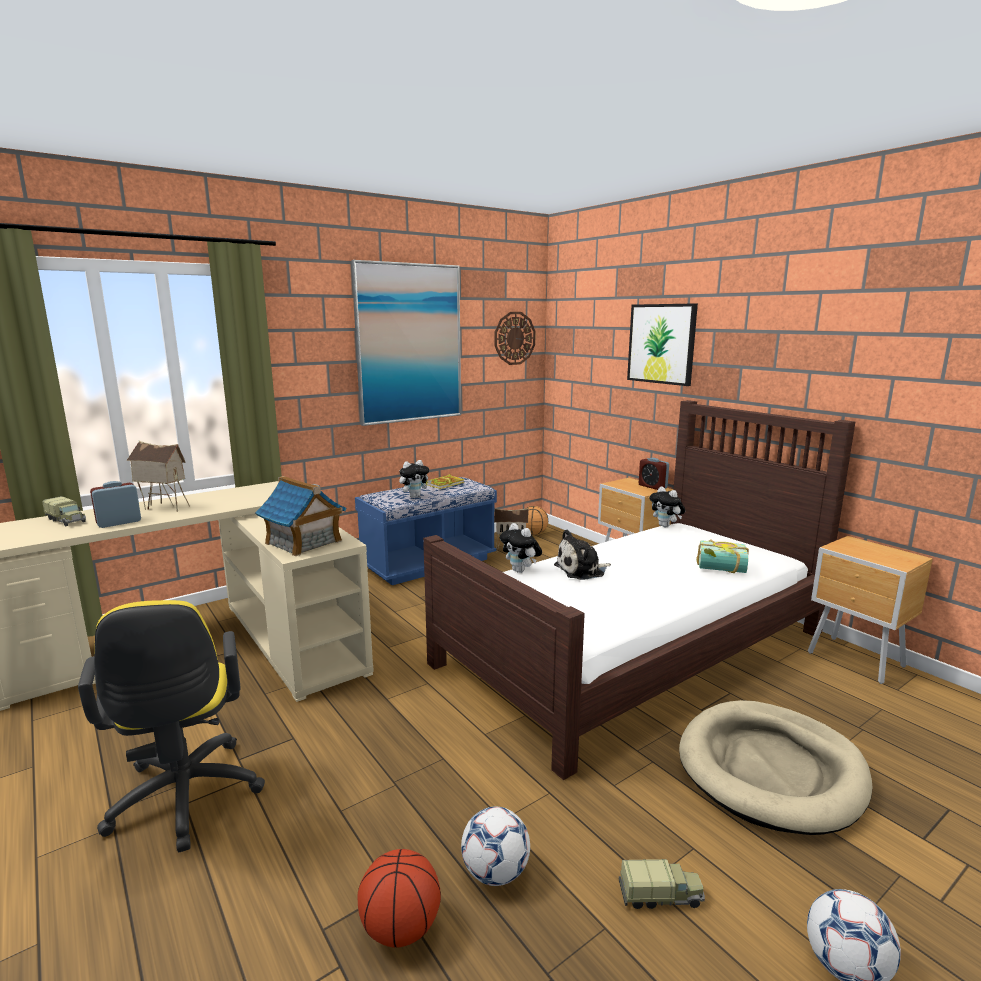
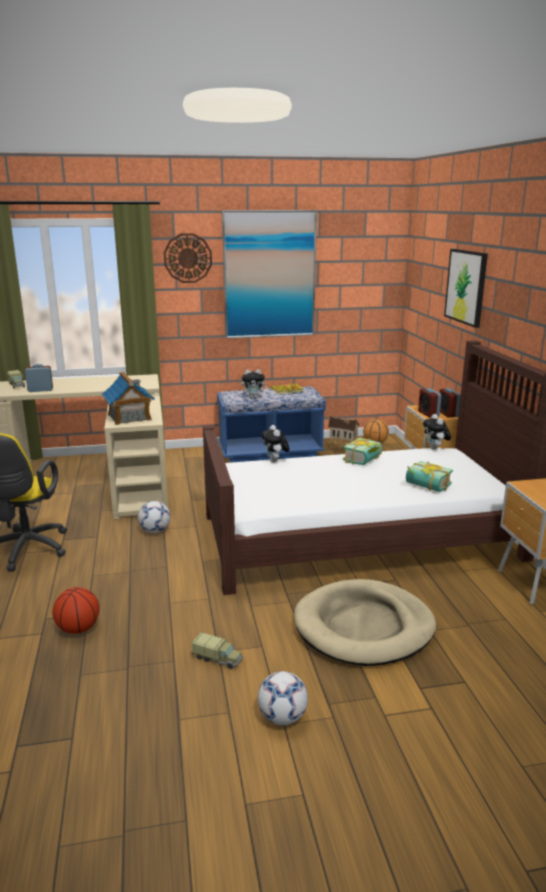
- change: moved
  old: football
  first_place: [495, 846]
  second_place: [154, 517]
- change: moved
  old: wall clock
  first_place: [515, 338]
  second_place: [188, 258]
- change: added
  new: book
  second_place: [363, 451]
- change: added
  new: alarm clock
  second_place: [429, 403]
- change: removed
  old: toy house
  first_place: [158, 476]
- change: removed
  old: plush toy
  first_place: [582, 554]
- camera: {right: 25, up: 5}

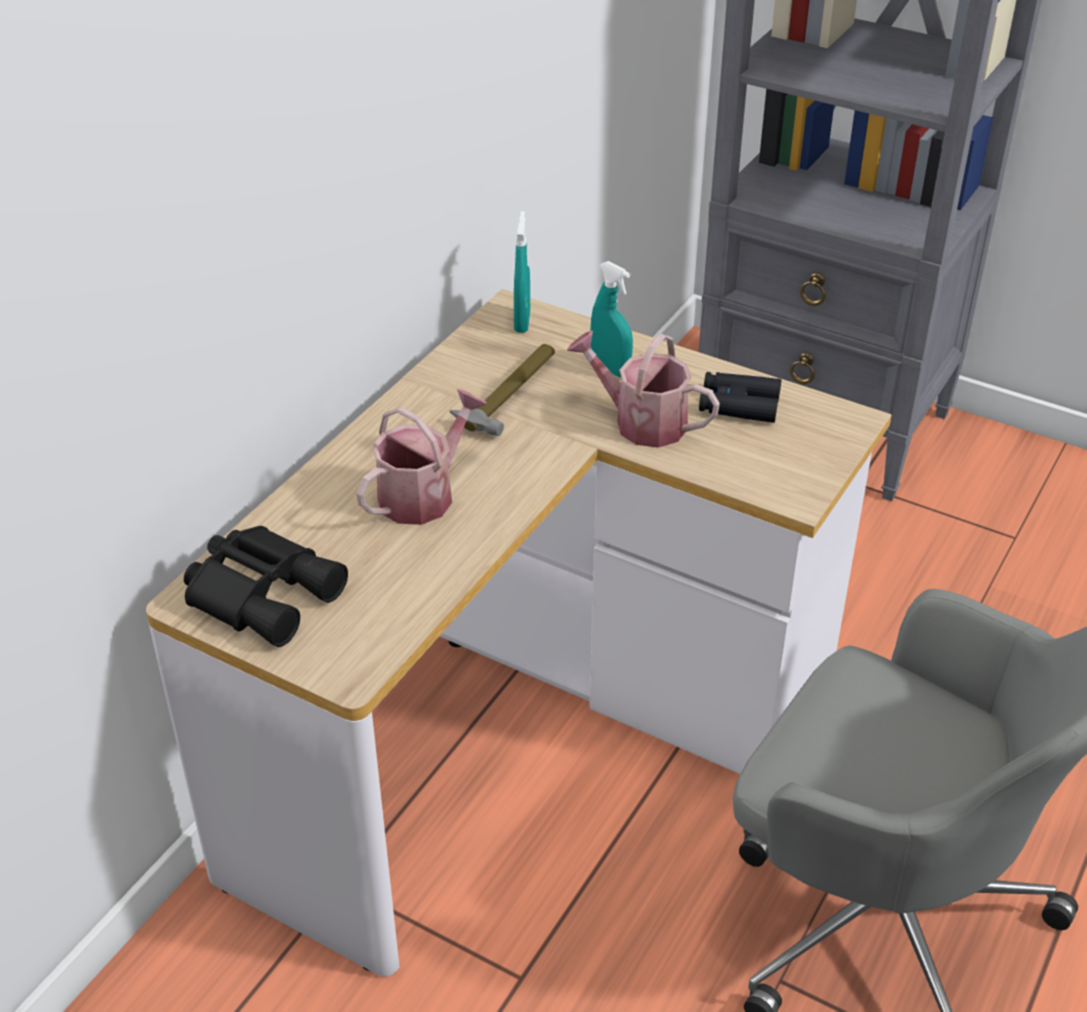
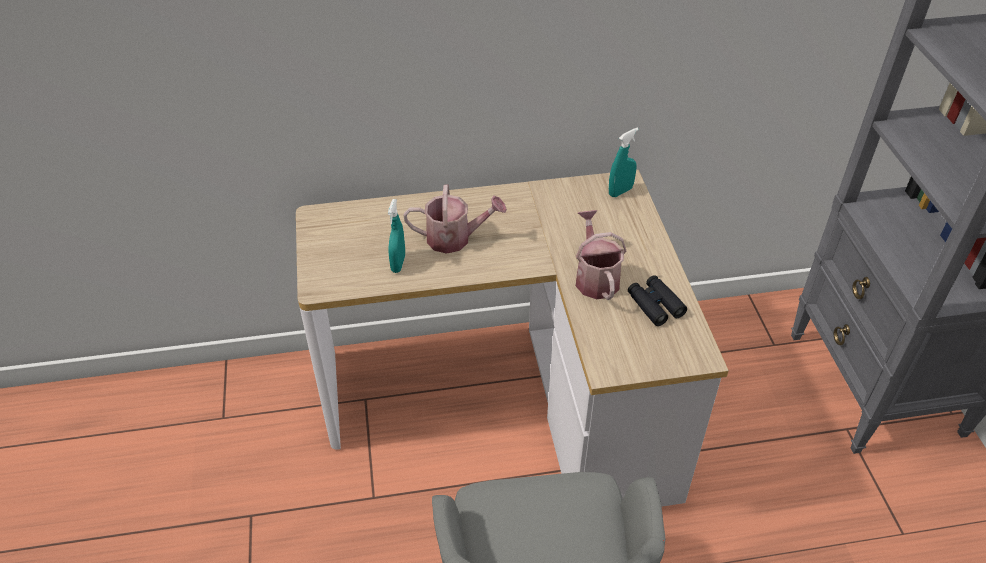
- change: moved
  old: turquoise spray bottle
  first_place: [611, 319]
  second_place: [396, 236]
- change: removed
  old: black binoculars
  first_place: [266, 586]
- change: removed
  old: hammer
  first_place: [502, 390]
- camera: {right: 50, up: 5}

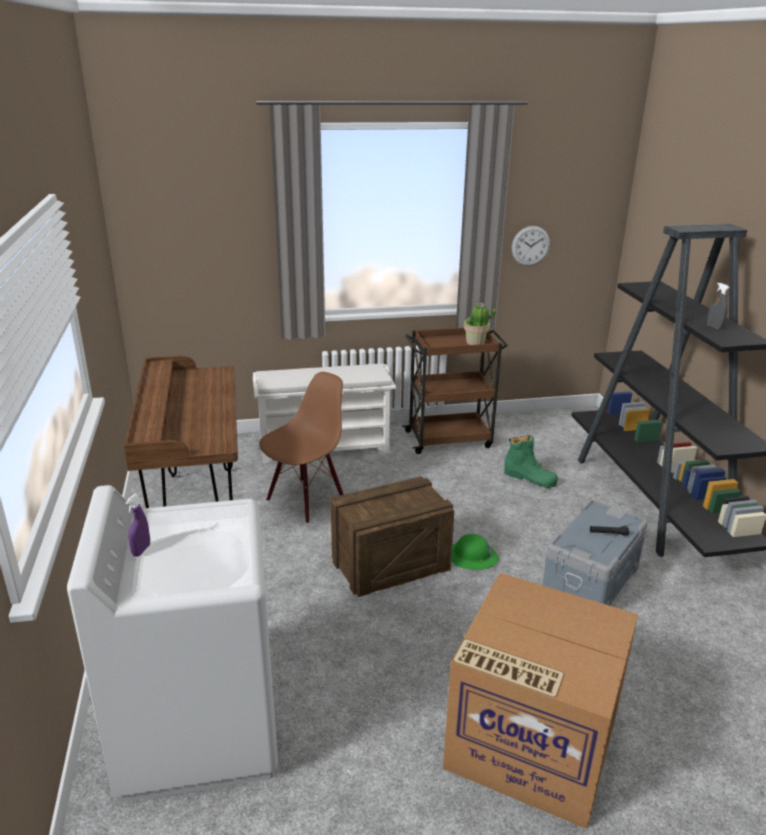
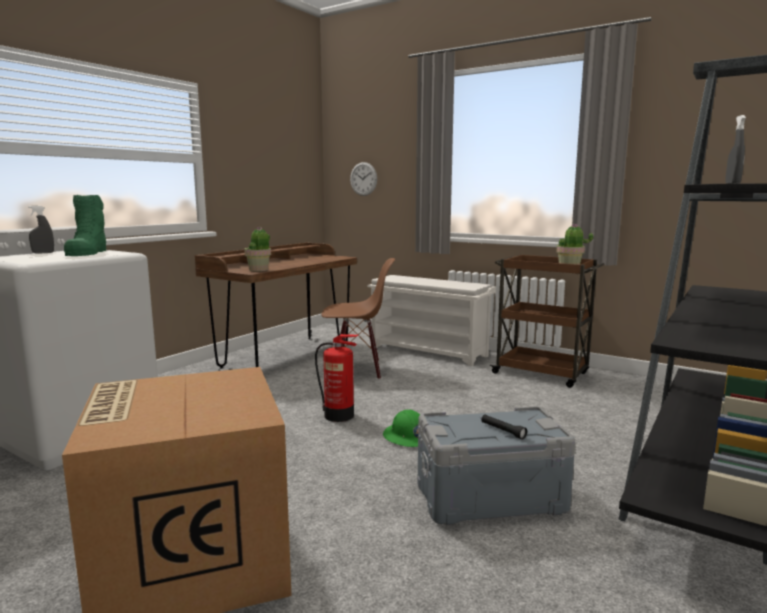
- change: recoloured
  old: purple spray bottle
  new: grey spray bottle
  first_place: [138, 525]
  second_place: [41, 229]
- change: moved
  old: green boot
  first_place: [531, 461]
  second_place: [85, 225]
- change: added
  new: potted plant
  second_place: [257, 249]
- change: replaced
  old: crate
  new: fire extinguisher
  first_place: [392, 536]
  second_place: [336, 378]
- change: moved
  old: wall clock
  first_place: [530, 246]
  second_place: [363, 179]
- camera: {right: 45, up: -15}

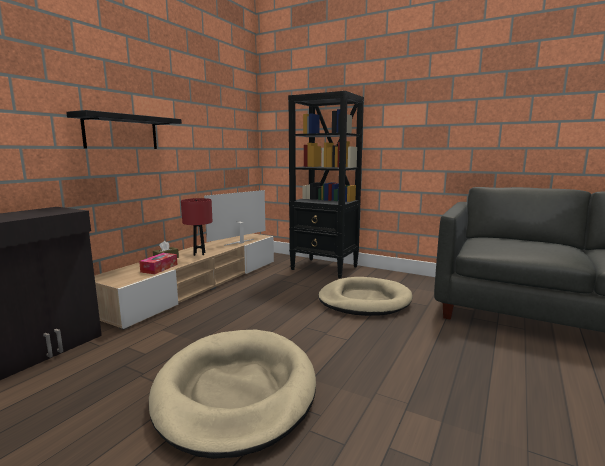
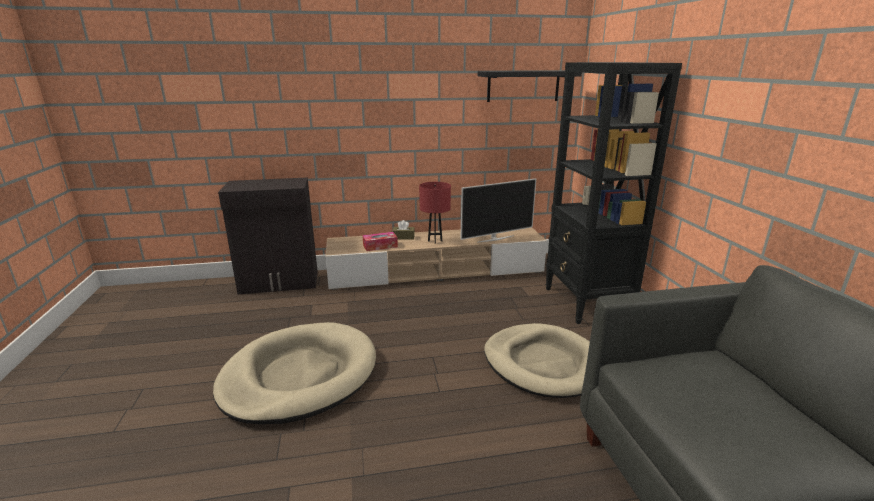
- change: turned
  old: television
  first_place: [234, 218]
  second_place: [498, 210]
  degrees: 150
- change: moved
  old: black shelf
  first_place: [124, 129]
  second_place: [530, 86]
- camera: {right: 50, up: 10}

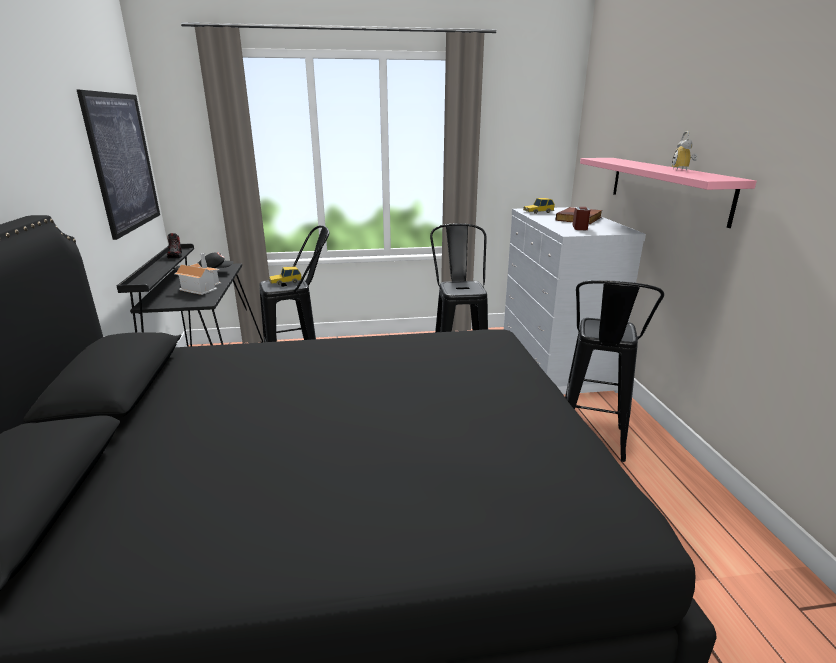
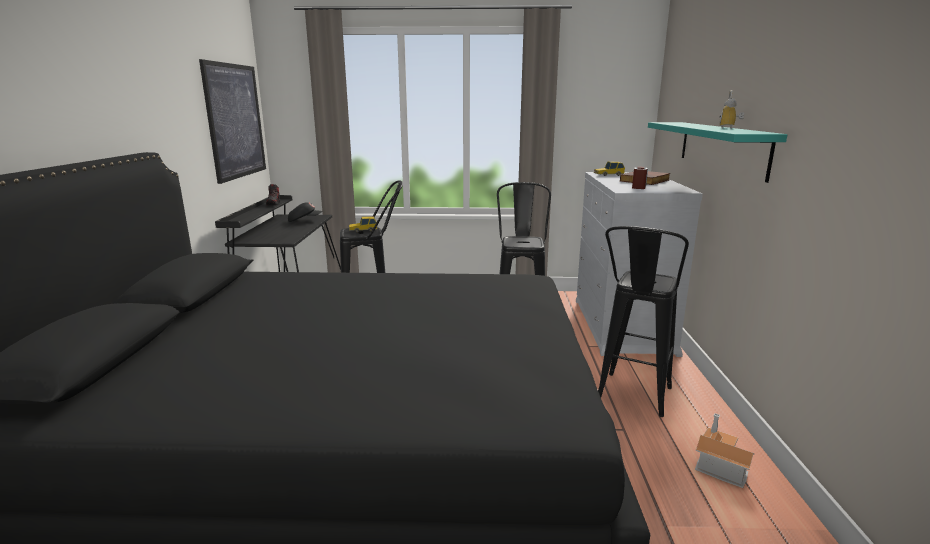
- change: recoloured
  old: pink shelf
  new: turquoise shelf
  first_place: [668, 193]
  second_place: [717, 152]
- change: moved
  old: toy house
  first_place: [197, 274]
  second_place: [724, 450]
- camera: {right: 10, up: -5}

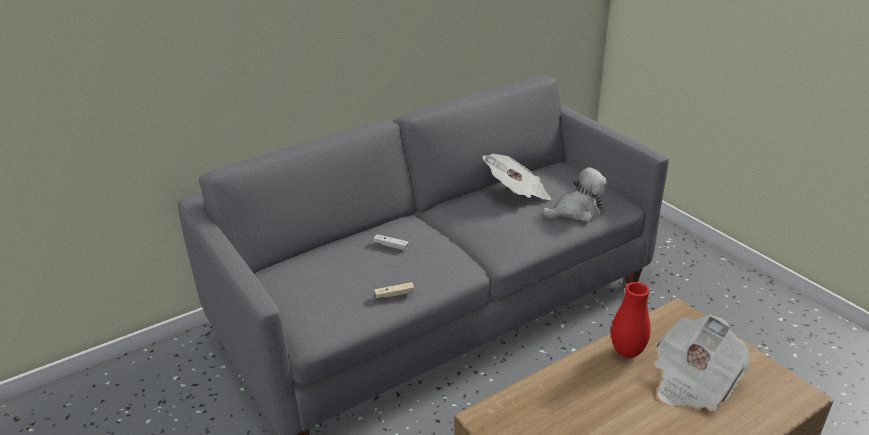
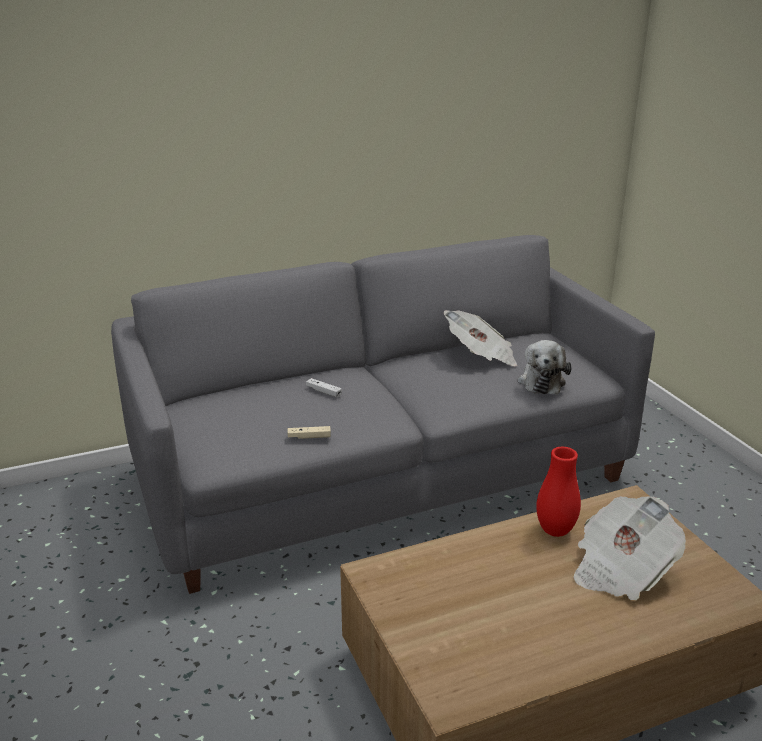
- change: turned
  old: plush toy
  first_place: [575, 194]
  second_place: [545, 367]
  degrees: 105
- camera: {right: 10, up: -5}

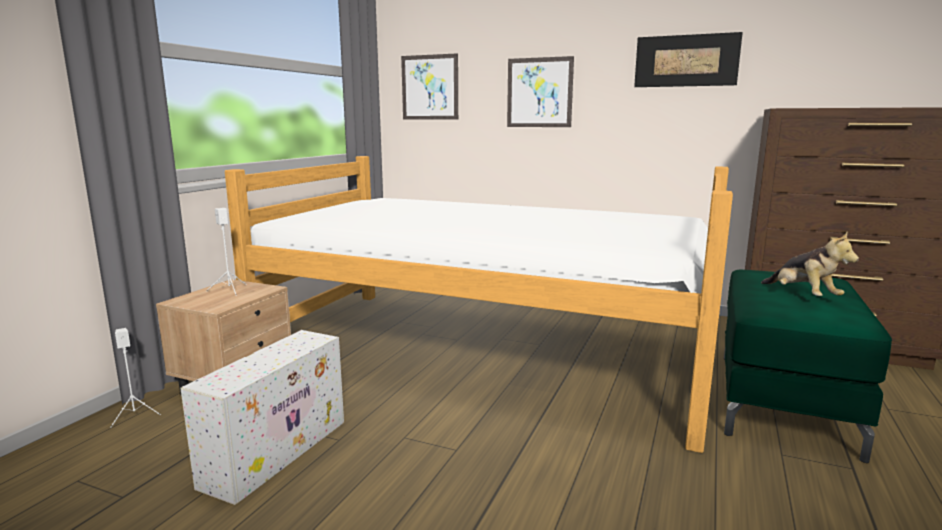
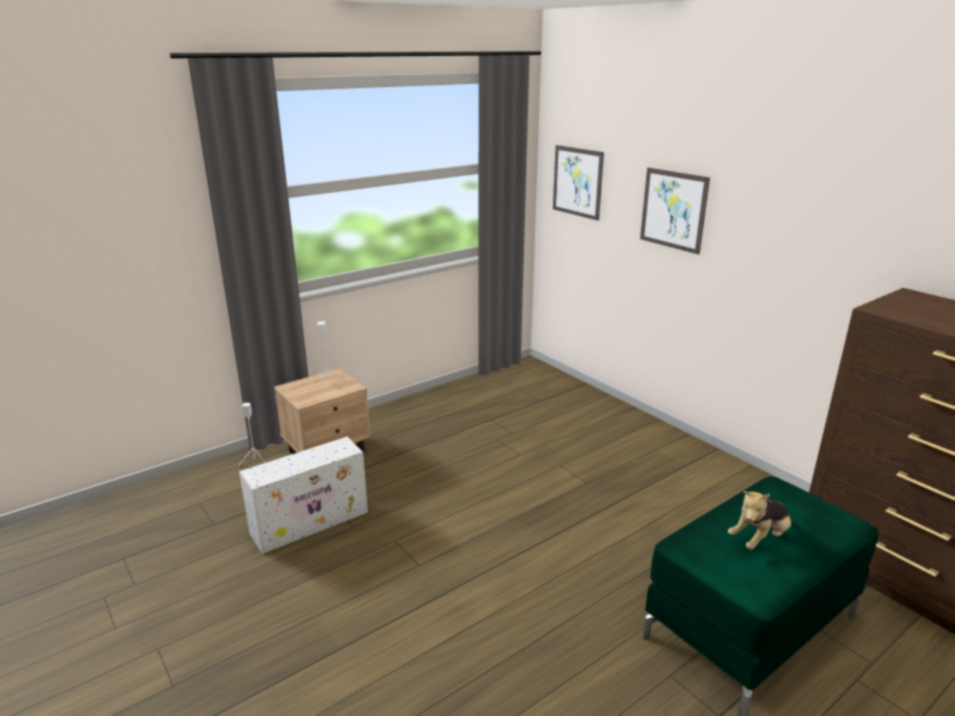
- change: turned
  old: plush toy
  first_place: [810, 264]
  second_place: [759, 520]
  degrees: 45
- change: removed
  old: bed
  first_place: [479, 304]
- change: removed
  old: picture
  first_place: [688, 59]
- camera: {right: 30, up: 10}

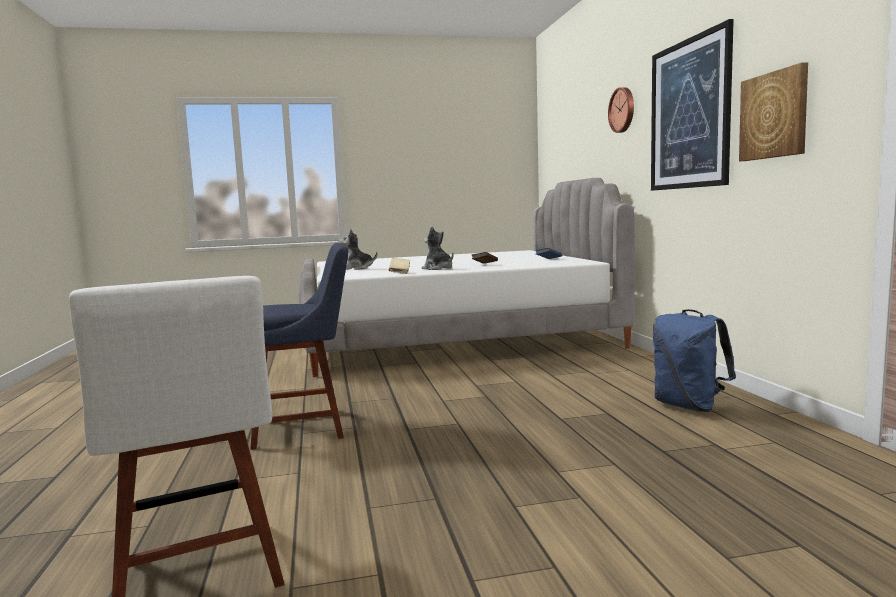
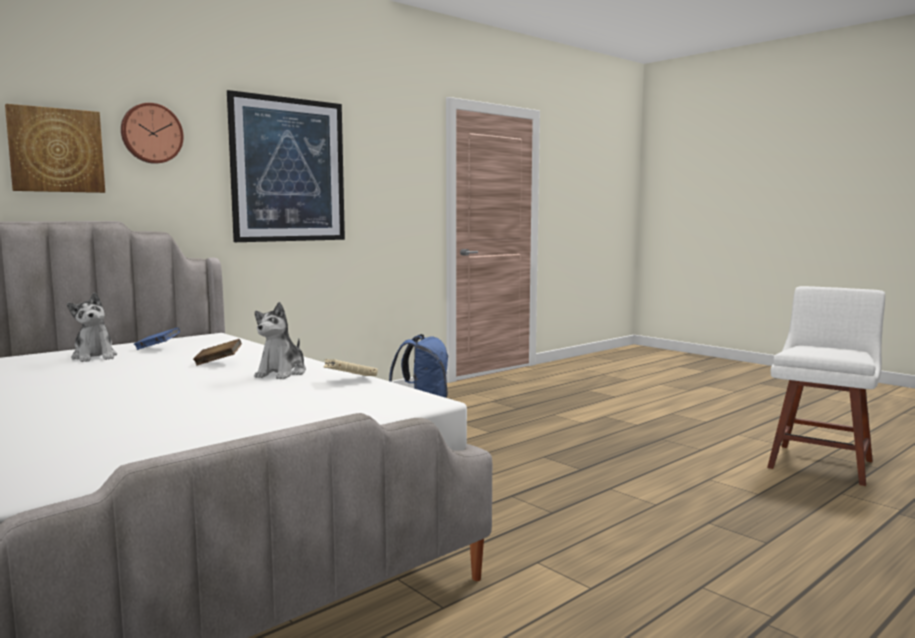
- change: moved
  old: picture
  first_place: [773, 111]
  second_place: [55, 148]
- change: moved
  old: plush toy
  first_place: [357, 249]
  second_place: [92, 327]
- change: removed
  old: blue chair
  first_place: [299, 346]
- camera: {right: -120, up: 0}

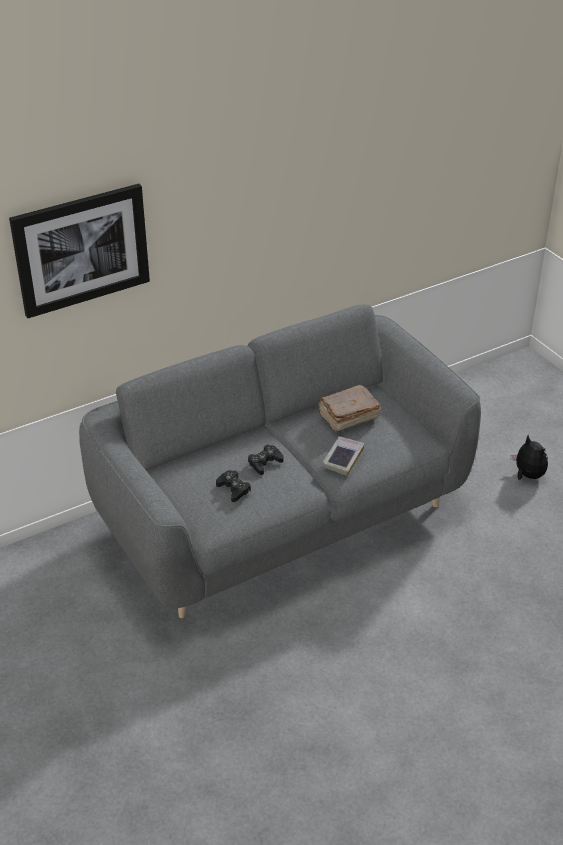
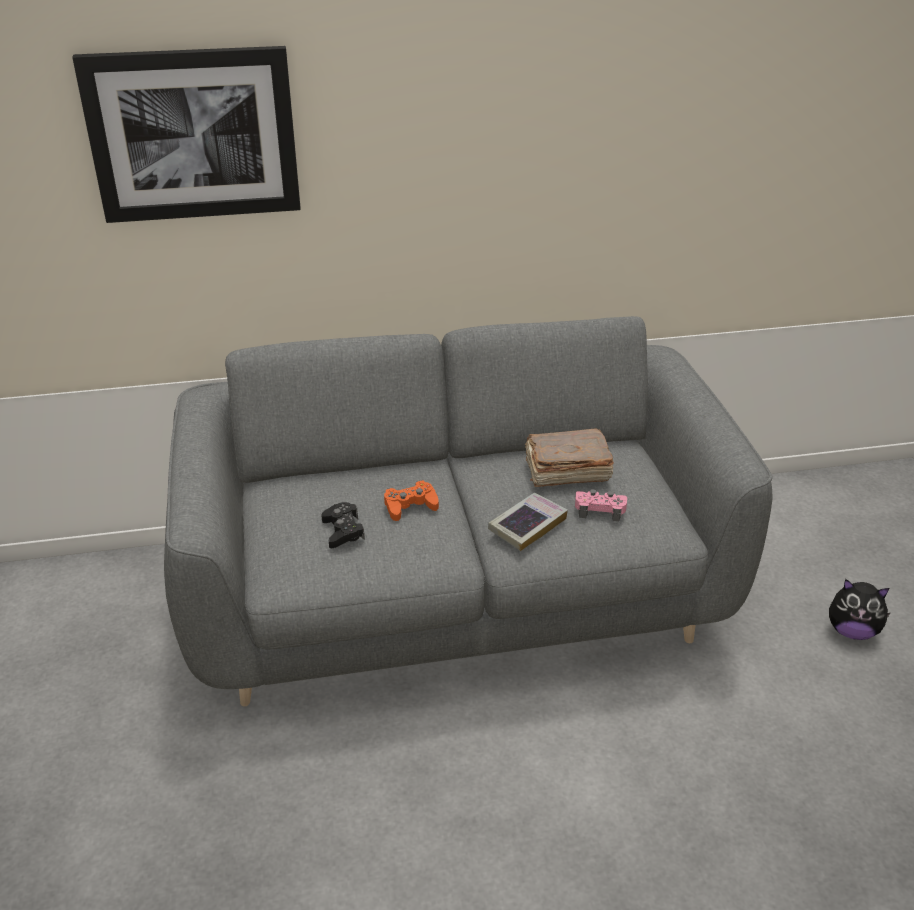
- change: recoloured
  old: black game controller
  new: orange game controller
  first_place: [265, 460]
  second_place: [411, 500]
- change: added
  new: pink game controller
  second_place: [601, 505]
- change: turned
  old: plush toy
  first_place: [529, 457]
  second_place: [860, 609]
  degrees: 120
- camera: {right: 20, up: -5}

